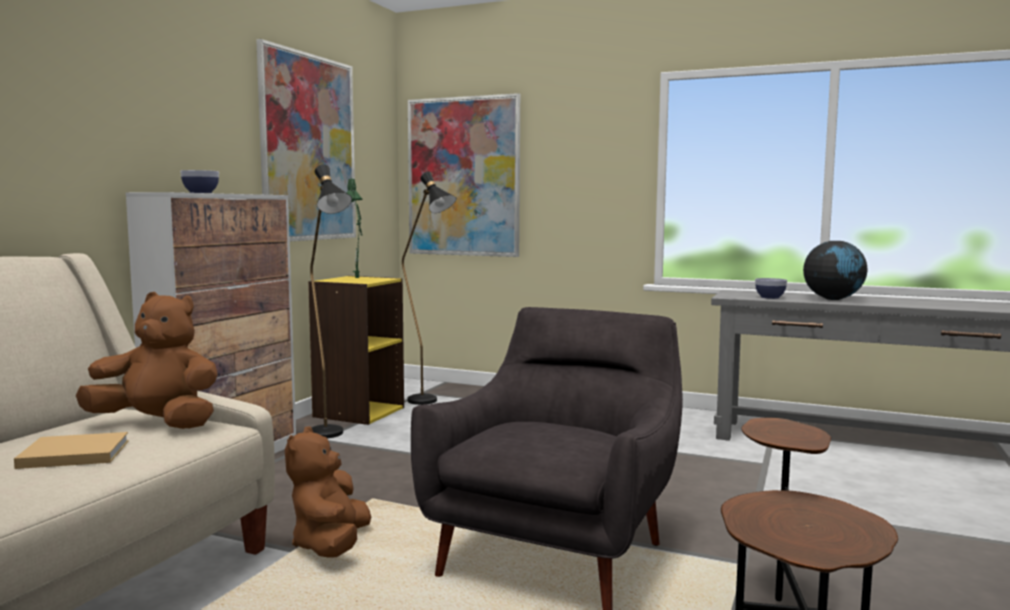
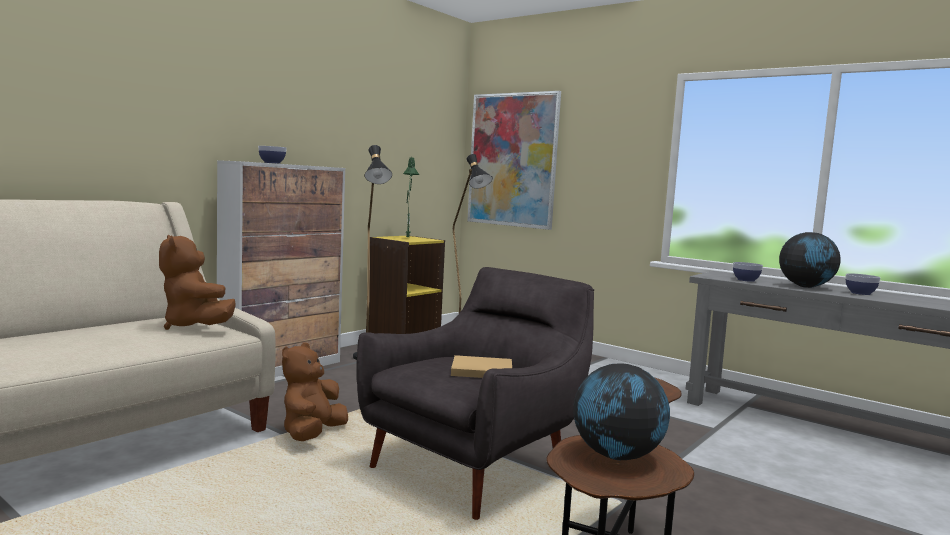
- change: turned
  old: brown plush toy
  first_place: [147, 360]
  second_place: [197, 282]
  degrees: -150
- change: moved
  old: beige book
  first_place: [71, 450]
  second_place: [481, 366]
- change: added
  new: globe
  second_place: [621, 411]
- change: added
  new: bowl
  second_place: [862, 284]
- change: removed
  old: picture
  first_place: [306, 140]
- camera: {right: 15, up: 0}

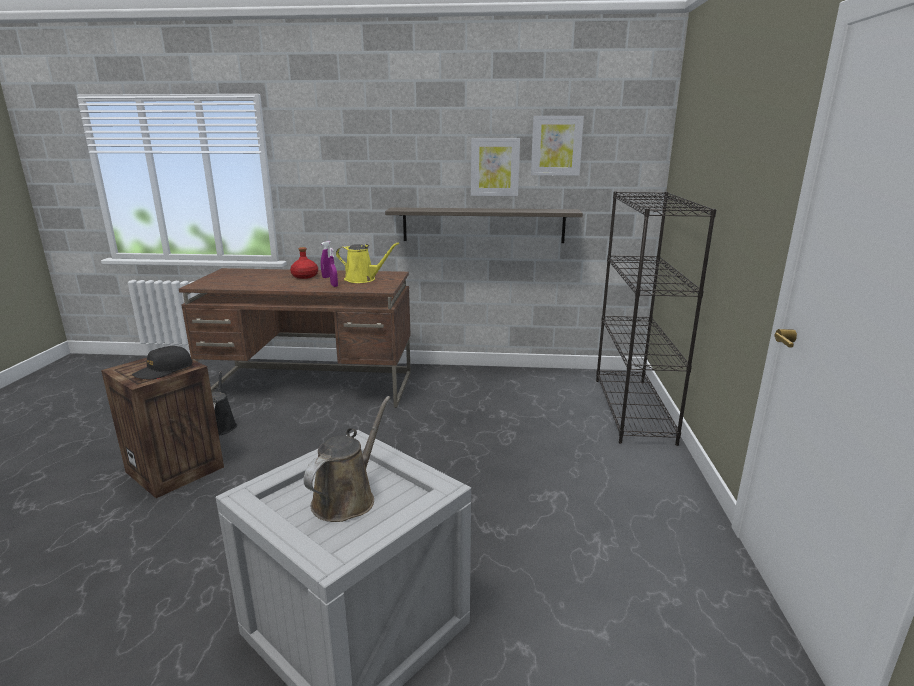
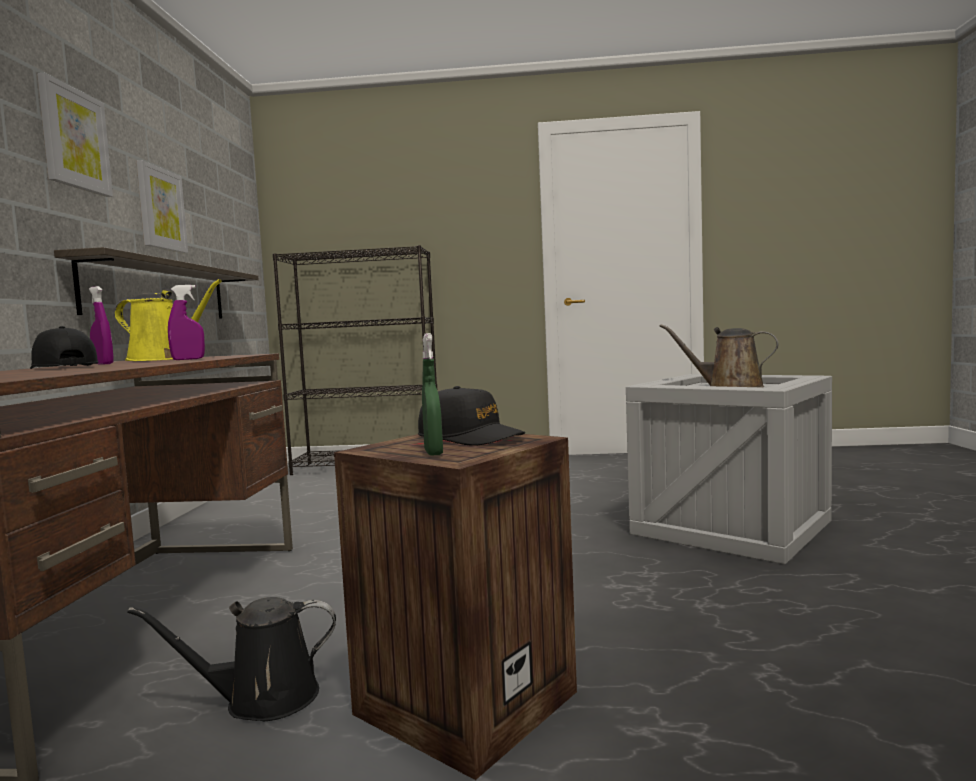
- change: replaced
  old: red bottle
  new: black cap
  first_place: [304, 263]
  second_place: [64, 347]
- change: moved
  old: picture
  first_place: [557, 146]
  second_place: [75, 135]
- change: turned
  old: yellow watering can
  first_place: [367, 263]
  second_place: [168, 320]
  degrees: 90
- change: added
  new: green spray bottle
  second_place: [432, 394]
- camera: {right: -90, up: -15}

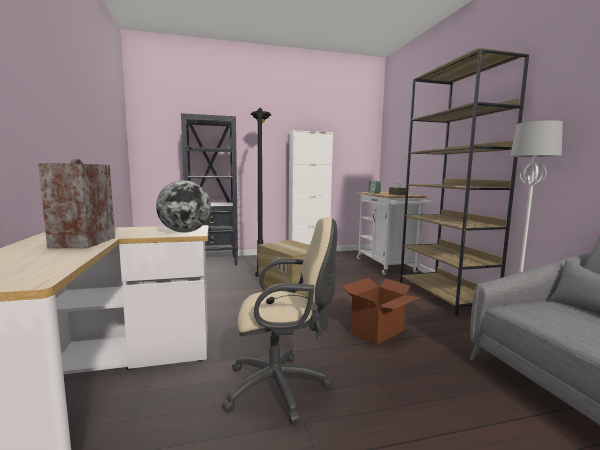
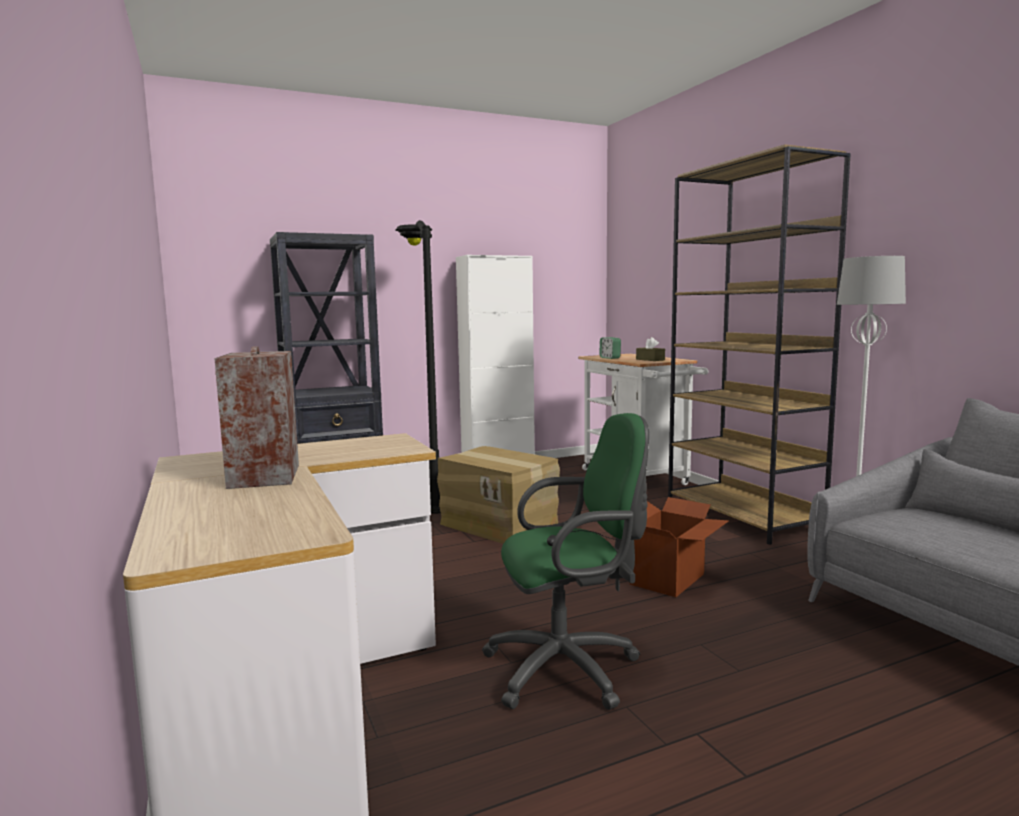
- change: recoloured
  old: beige office chair
  new: green office chair
  first_place: [279, 320]
  second_place: [565, 561]
- change: removed
  old: globe
  first_place: [183, 206]
- camera: {right: -10, up: 0}

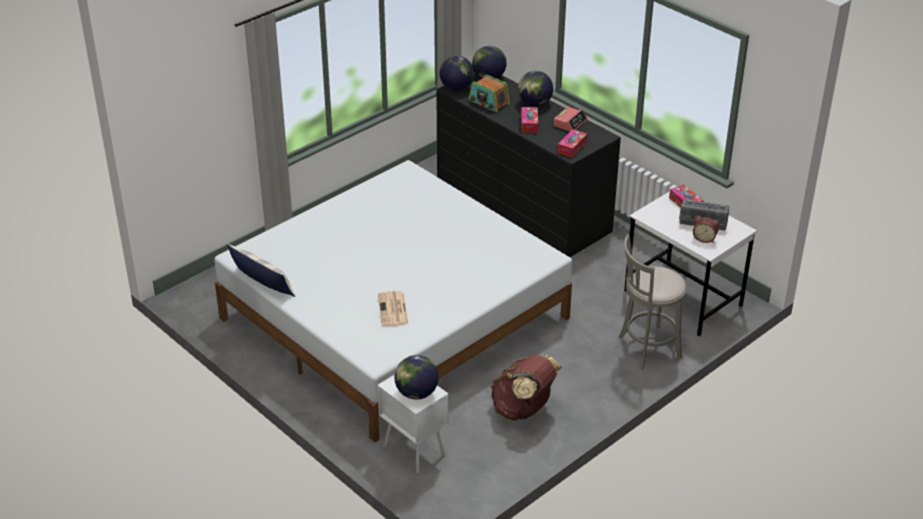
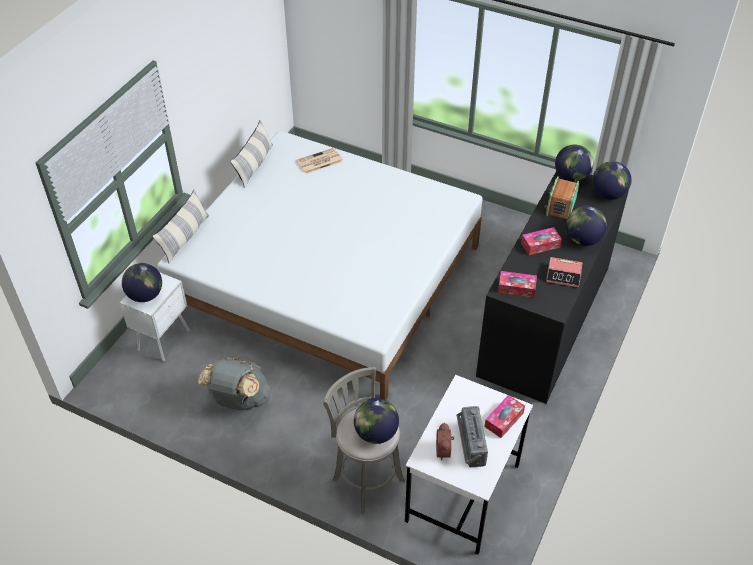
- change: added
  new: pillow
  second_place: [180, 227]
- change: recoloured
  old: brown backpack
  new: grey backpack
  first_place: [526, 387]
  second_place: [234, 384]
- change: moved
  old: newspaper
  first_place: [393, 308]
  second_place: [319, 161]
- change: added
  new: globe
  second_place: [376, 421]
- camera: {right: 70, up: 10}

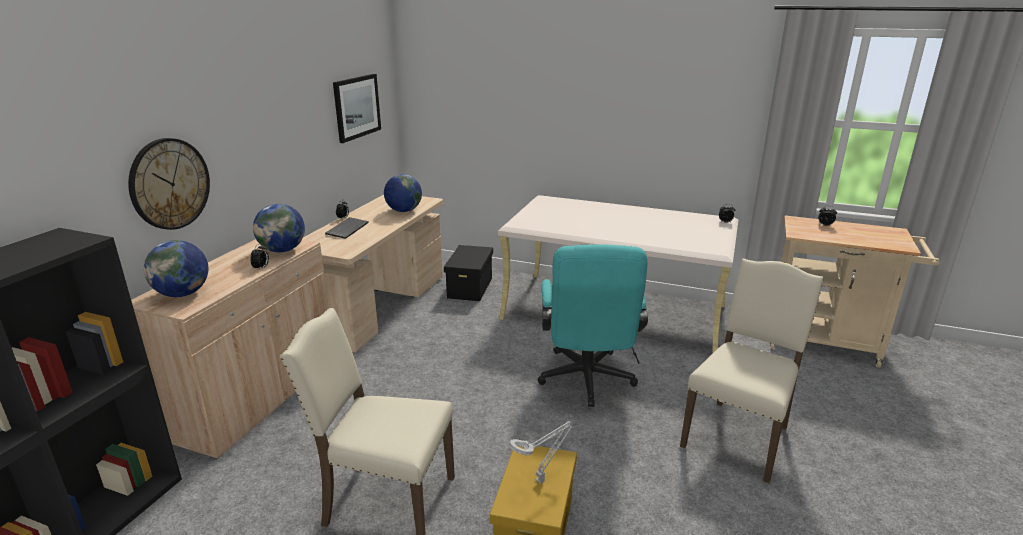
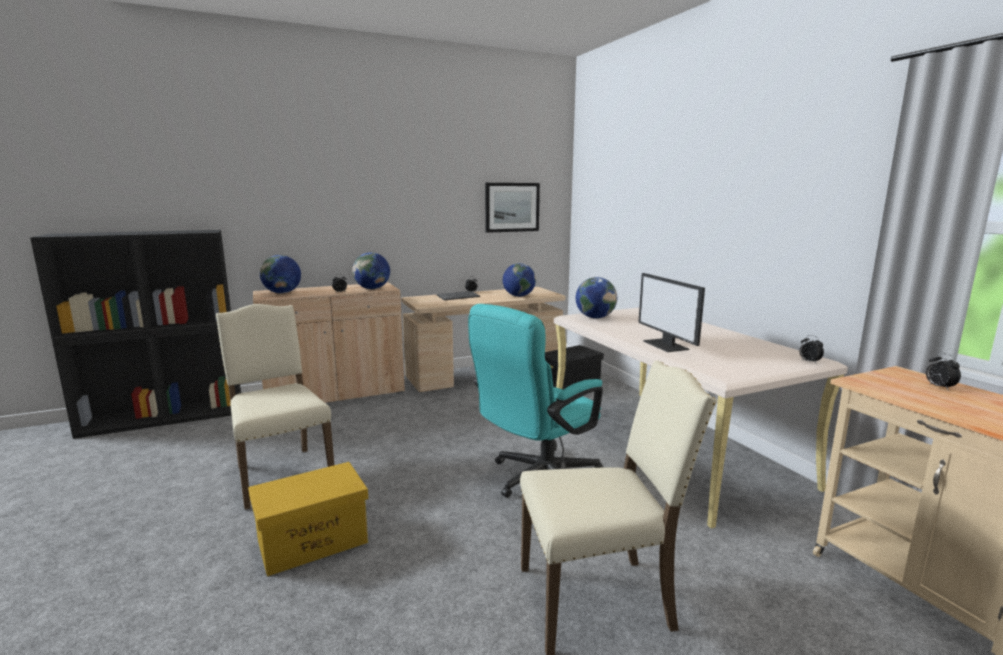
- change: added
  new: globe
  second_place: [596, 297]
- change: added
  new: monitor
  second_place: [671, 312]
- change: removed
  old: wall clock
  first_place: [169, 184]
- change: removed
  old: grey table lamp
  first_place: [541, 452]
- camera: {right: 45, up: -10}

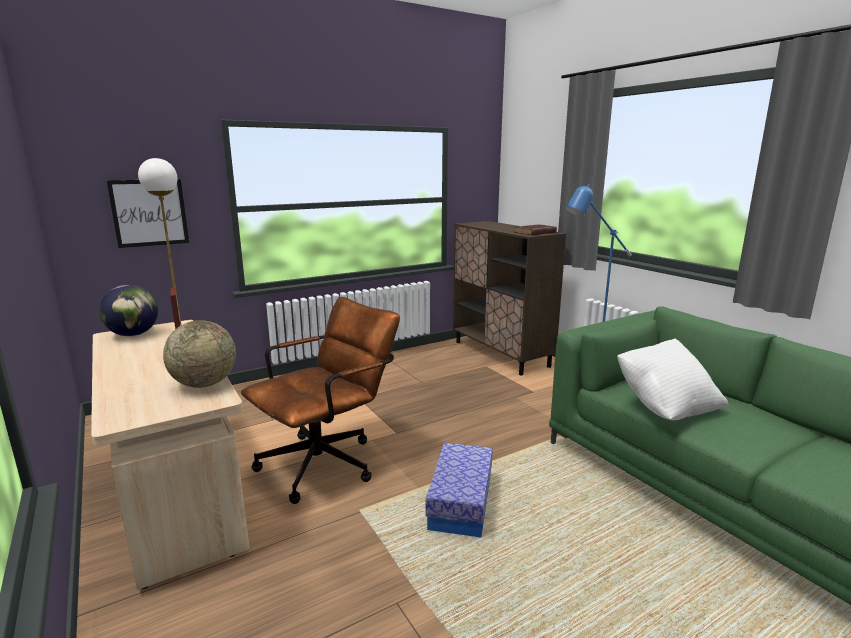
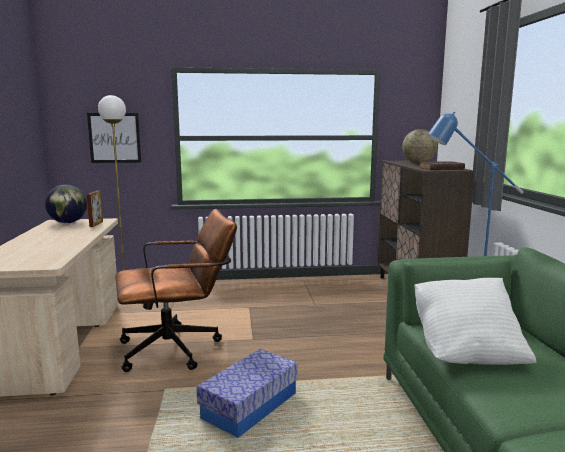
- change: moved
  old: globe
  first_place: [199, 354]
  second_place: [419, 146]
- camera: {right: 25, up: -5}

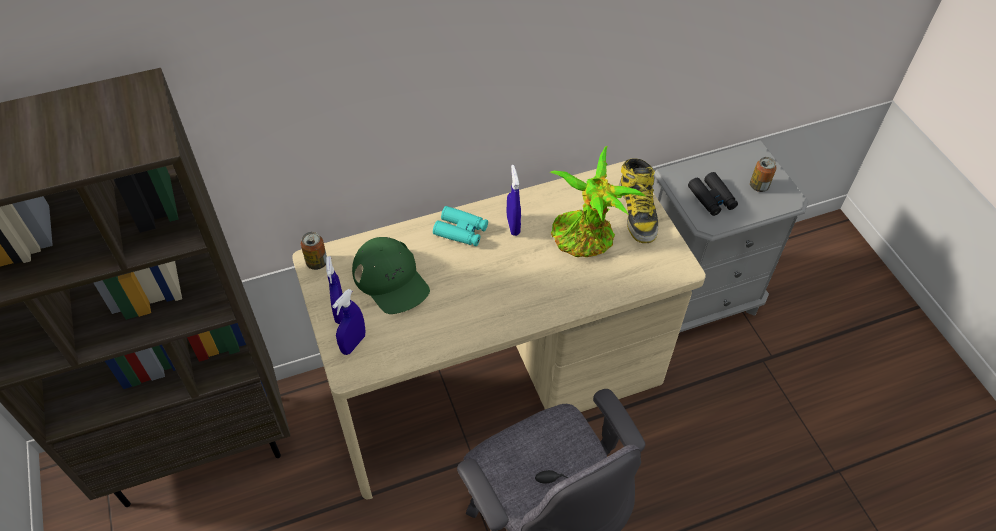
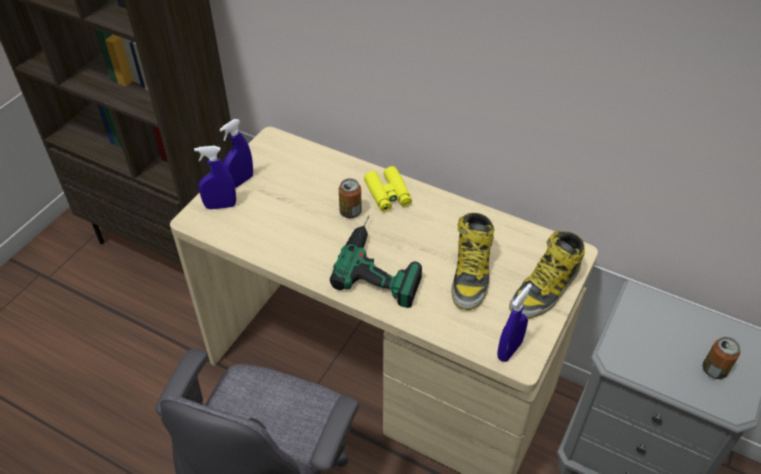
- change: added
  new: power drill
  second_place: [376, 261]
- change: moved
  old: can
  first_place: [314, 251]
  second_place: [350, 198]
- change: recoloured
  old: turquoise binoculars
  new: yellow binoculars
  first_place: [460, 226]
  second_place: [388, 189]
- change: replaced
  old: potted plant
  new: boot
  first_place: [597, 201]
  second_place: [472, 261]
- change: moved
  old: blue spray bottle
  first_place: [514, 200]
  second_place: [514, 322]
- change: removed
  old: green cap
  first_place: [391, 275]
- change: removed
  old: black binoculars
  first_place: [713, 194]
- camera: {right: 50, up: -5}

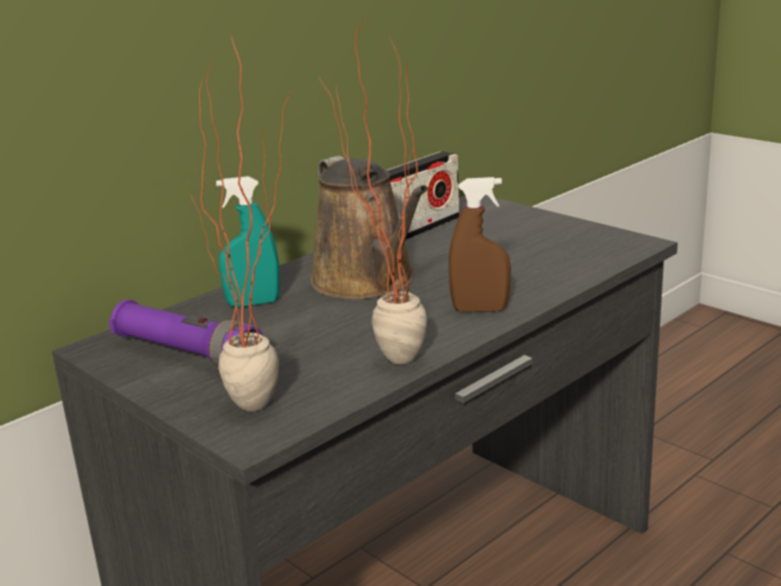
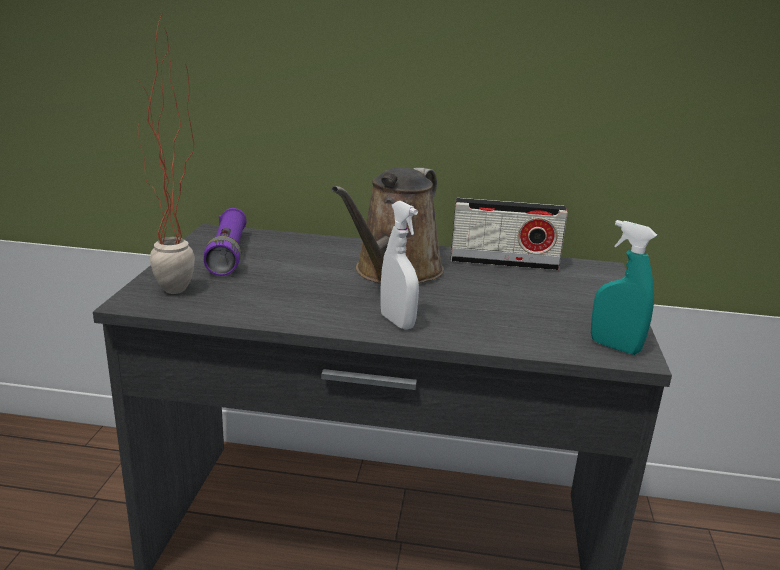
- change: recoloured
  old: brown spray bottle
  new: white spray bottle
  first_place: [480, 244]
  second_place: [399, 265]
- change: moved
  old: turquoise spray bottle
  first_place: [248, 241]
  second_place: [624, 287]
- change: removed
  old: potted plant
  first_place: [373, 191]
- camera: {right: 50, up: 0}

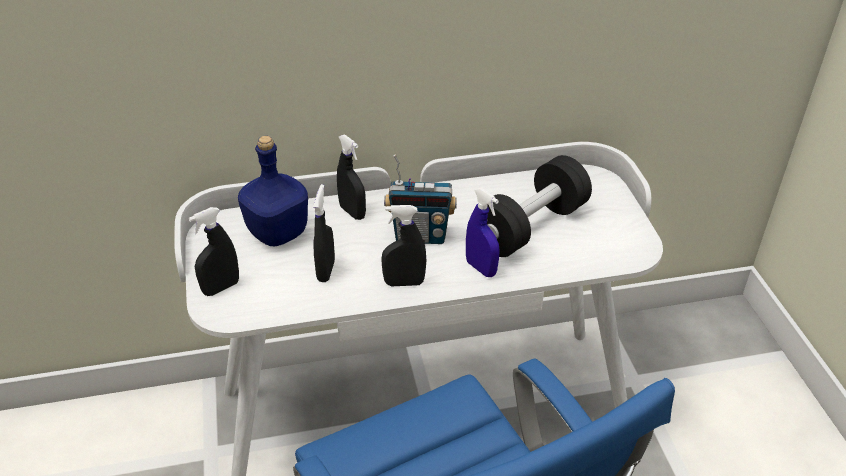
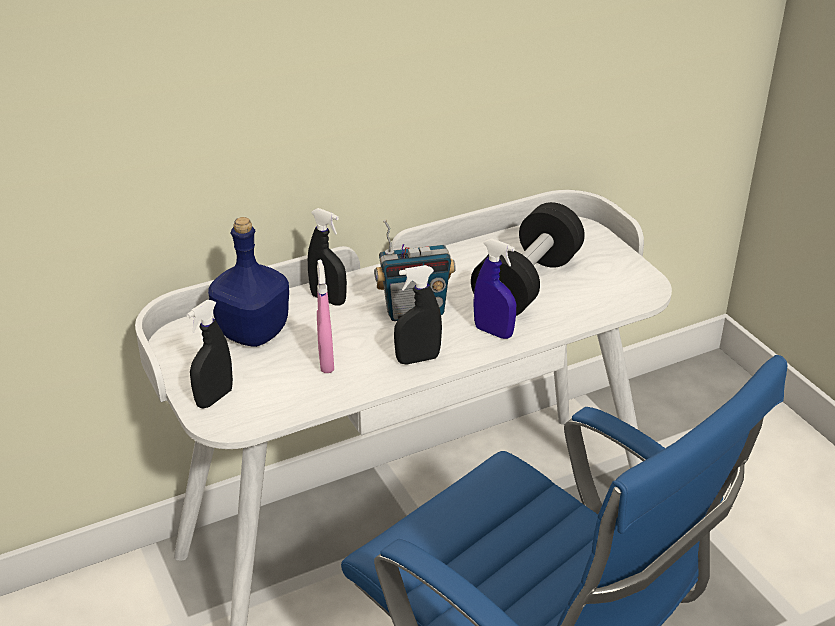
- change: recoloured
  old: black spray bottle
  new: pink spray bottle
  first_place: [324, 233]
  second_place: [325, 316]
- camera: {right: -15, up: -5}

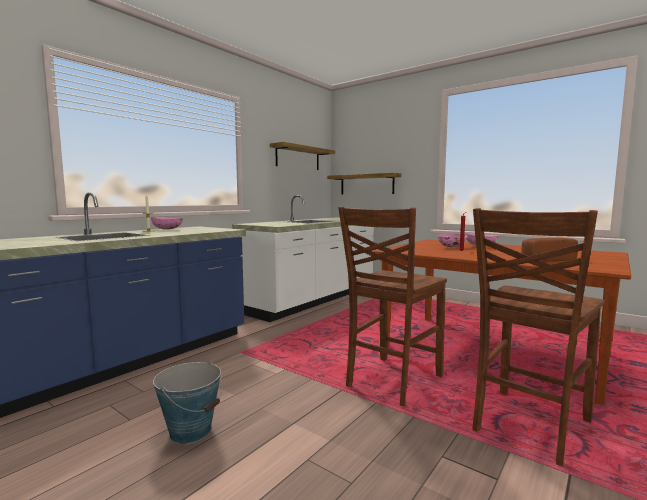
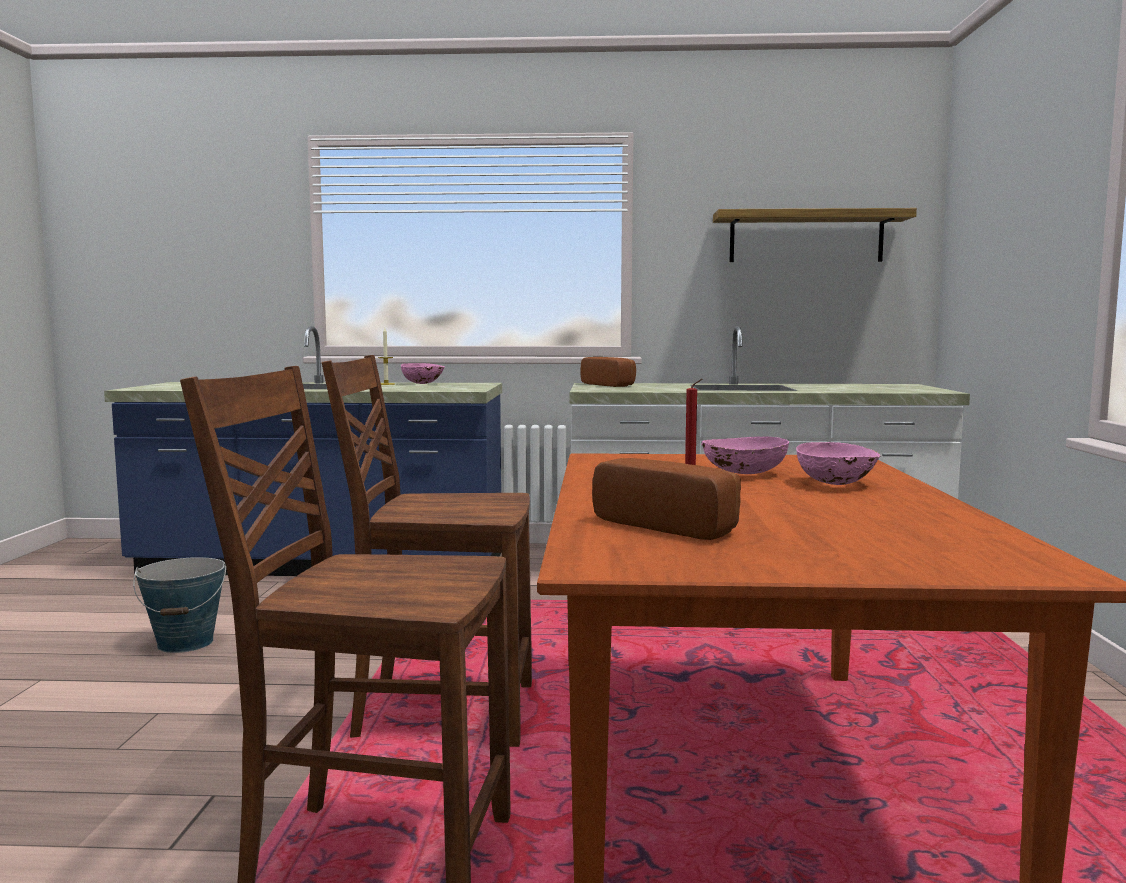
- change: added
  new: bread
  second_place: [608, 372]
- change: removed
  old: shelf
  first_place: [364, 183]
- camera: {right: 55, up: 0}

